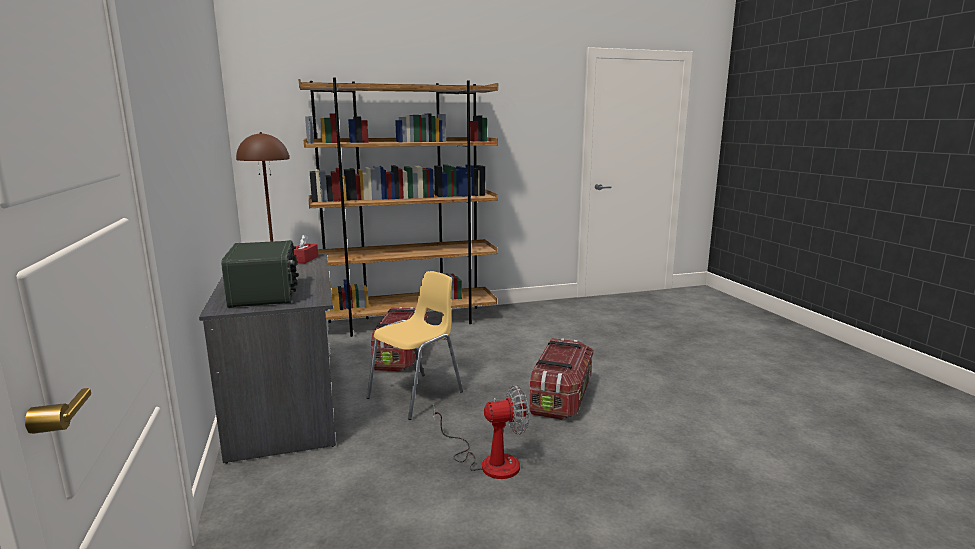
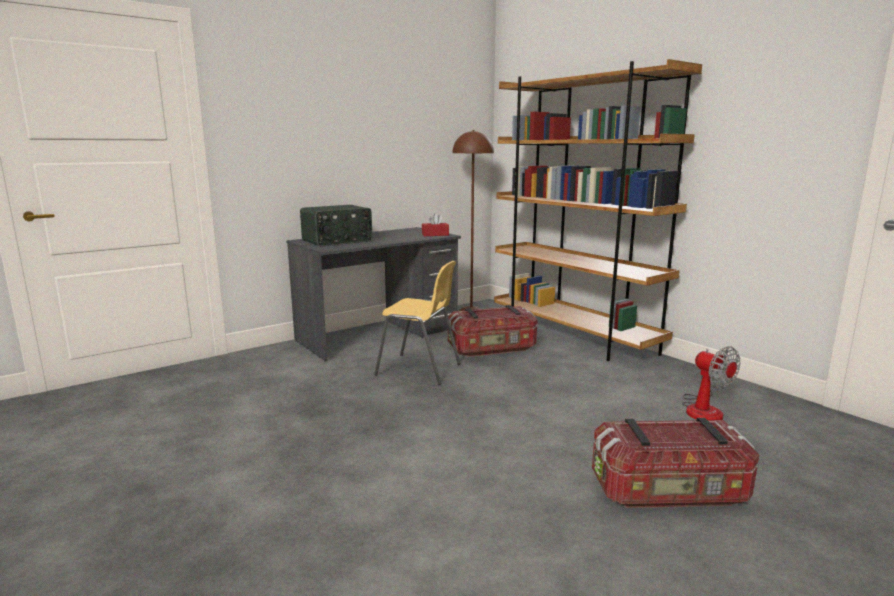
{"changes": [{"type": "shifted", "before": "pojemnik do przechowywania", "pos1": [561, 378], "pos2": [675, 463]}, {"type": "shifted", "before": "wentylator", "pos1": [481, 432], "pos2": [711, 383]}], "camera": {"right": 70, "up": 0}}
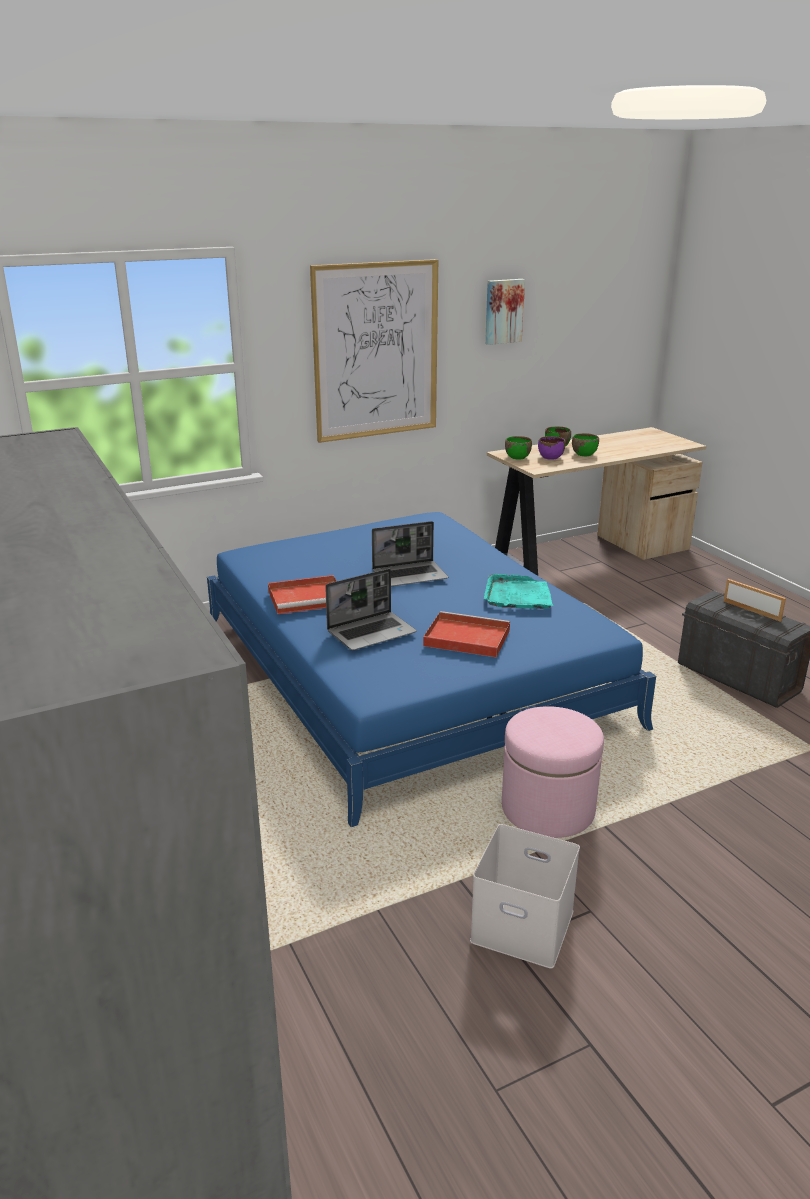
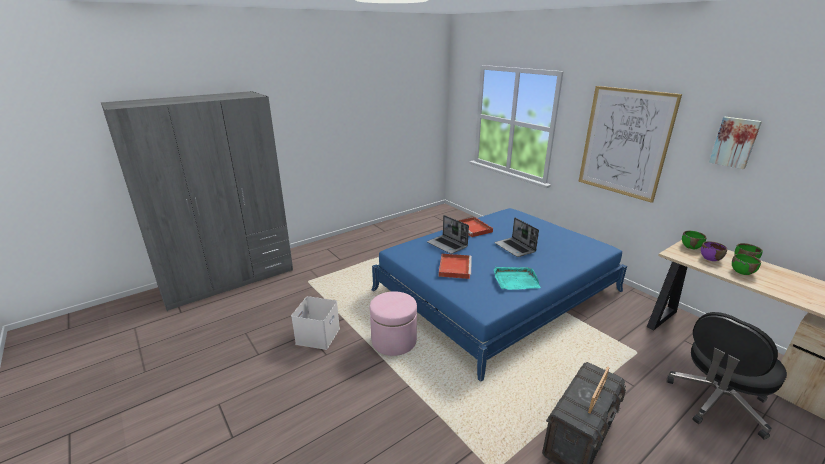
{"changes": [{"type": "new", "after": "krzesło biurowe [czarny]", "pos2": [726, 376]}], "camera": {"right": 80, "up": 0}}
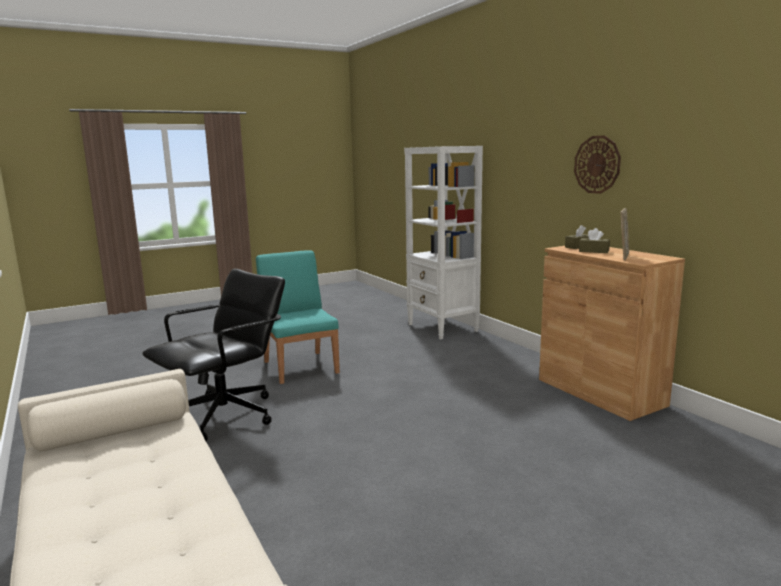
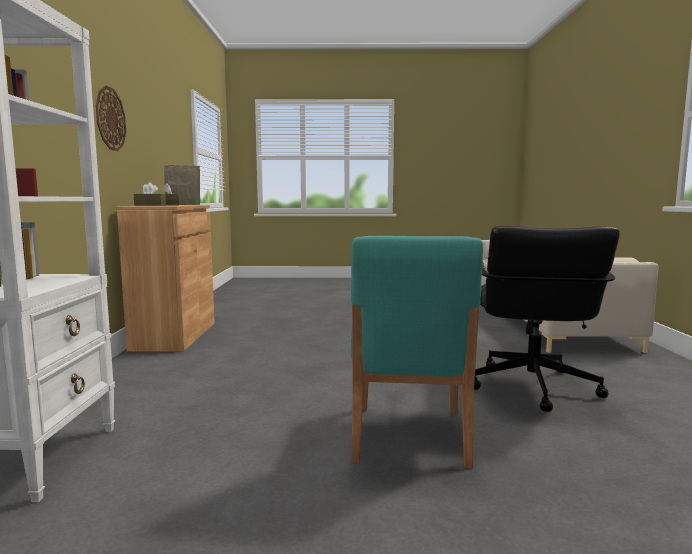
{"changes": [{"type": "rotated", "before": "krzesło biurowe [czarny]", "pos1": [213, 355], "pos2": [547, 318], "turn": -60}], "camera": {"right": -150, "up": -5}}
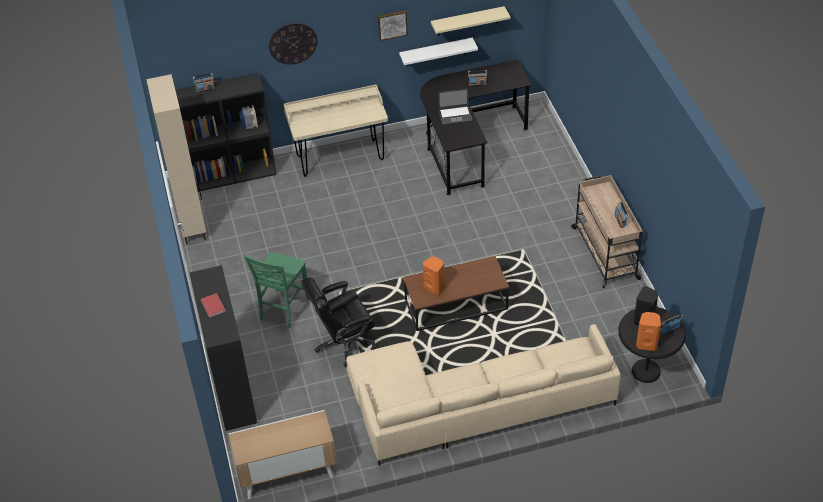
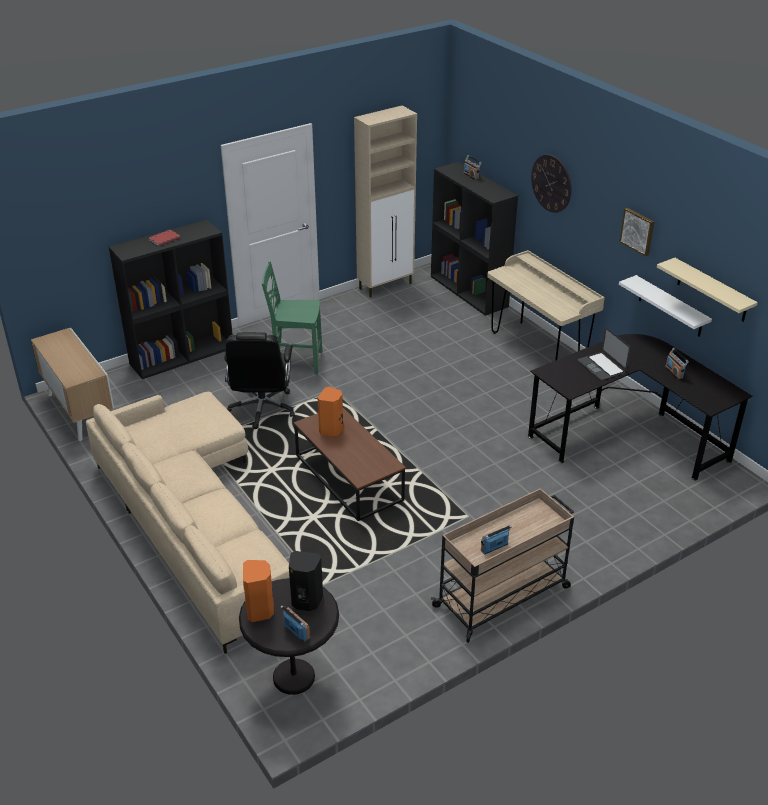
{"changes": [{"type": "rotated", "before": "krzesło biurowe [czarny]", "pos1": [339, 322], "pos2": [259, 380], "turn": -135}], "camera": {"right": 70, "up": -10}}
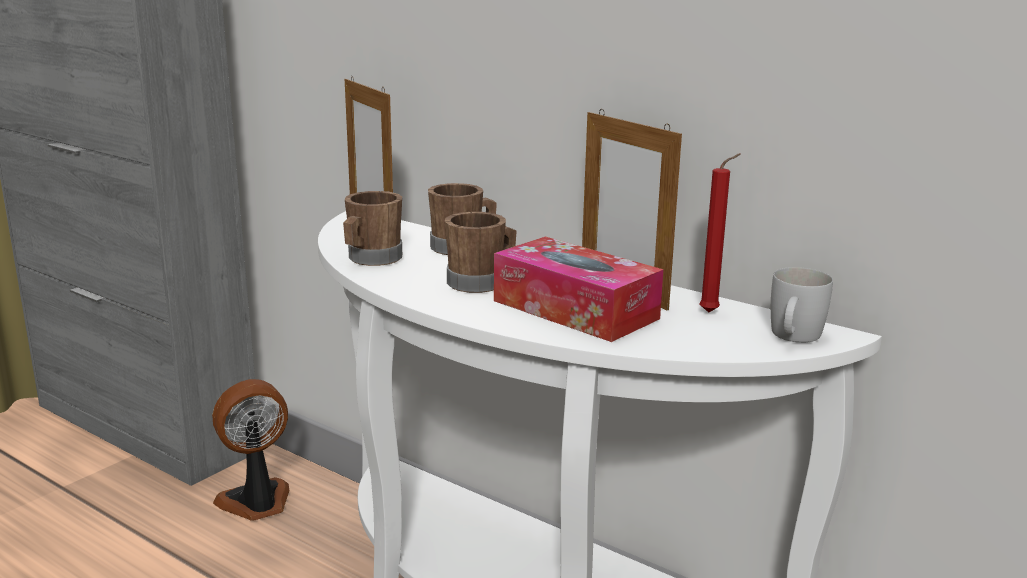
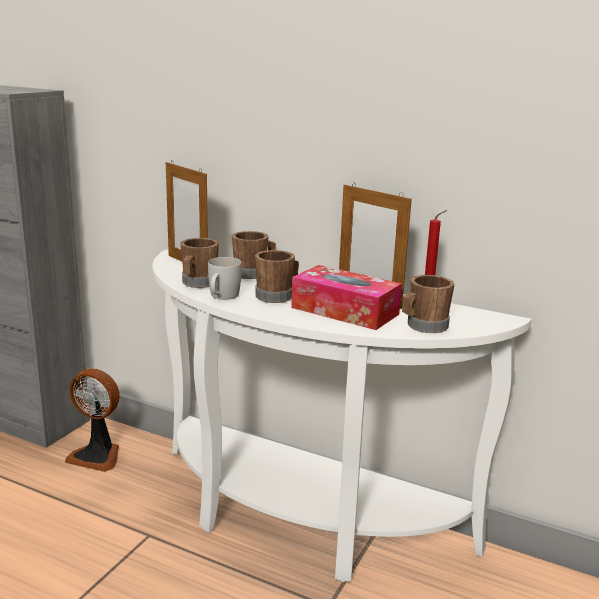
{"changes": [{"type": "rotated", "before": "wentylator", "pos1": [250, 450], "pos2": [92, 420], "turn": -120}, {"type": "shifted", "before": "kubek [biały]", "pos1": [802, 305], "pos2": [225, 278]}, {"type": "new", "after": "kubek [brązowy]", "pos2": [428, 304]}], "camera": {"right": -10, "up": 0}}
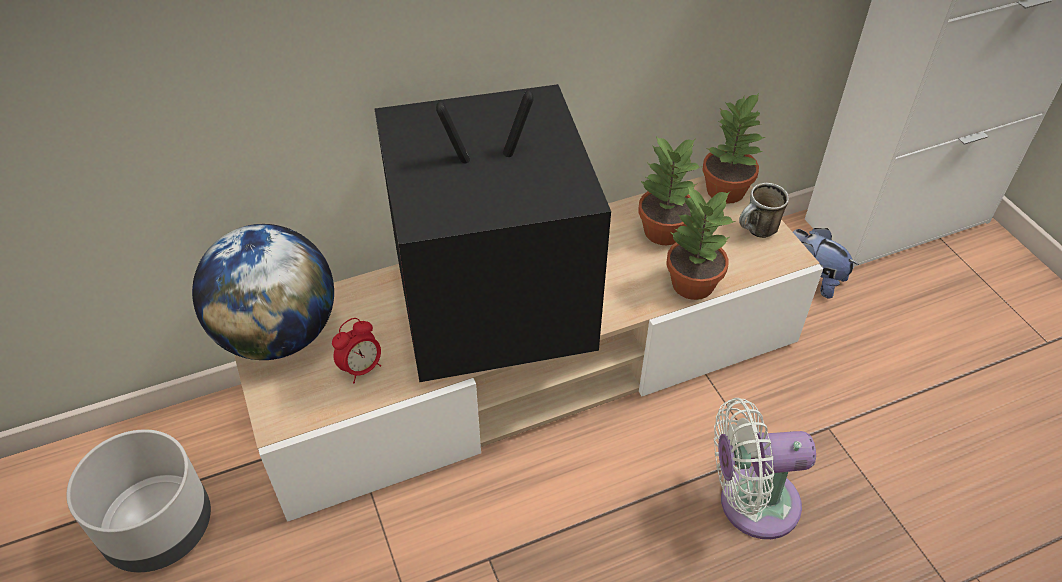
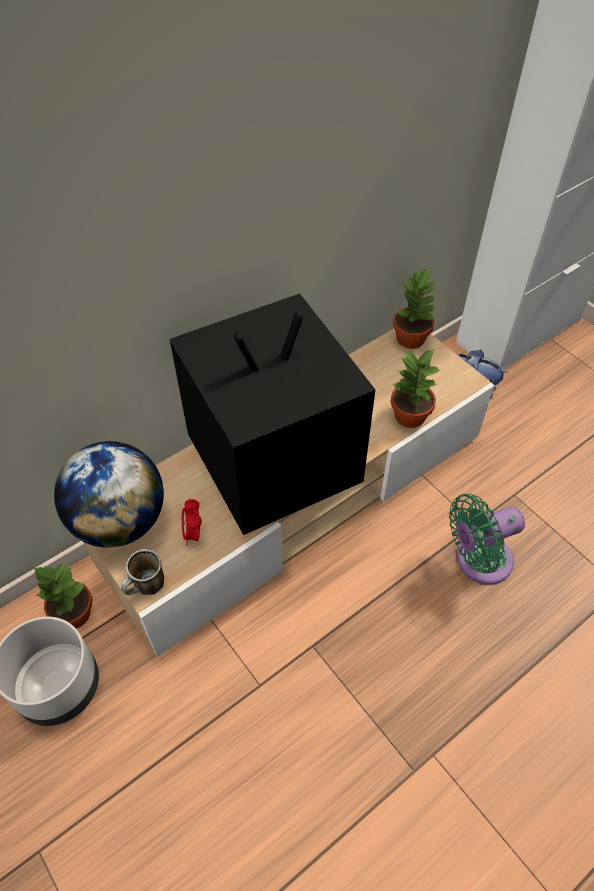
{"changes": [{"type": "shifted", "before": "roślina doniczkowa", "pos1": [669, 190], "pos2": [62, 595]}, {"type": "shifted", "before": "kubek", "pos1": [764, 210], "pos2": [142, 572]}, {"type": "rotated", "before": "budzik", "pos1": [356, 350], "pos2": [192, 522], "turn": 135}, {"type": "repainted", "before": "wentylator [biały]", "after": "wentylator [zielony]", "pos1": [765, 468], "pos2": [487, 539]}], "camera": {"right": -15, "up": 5}}
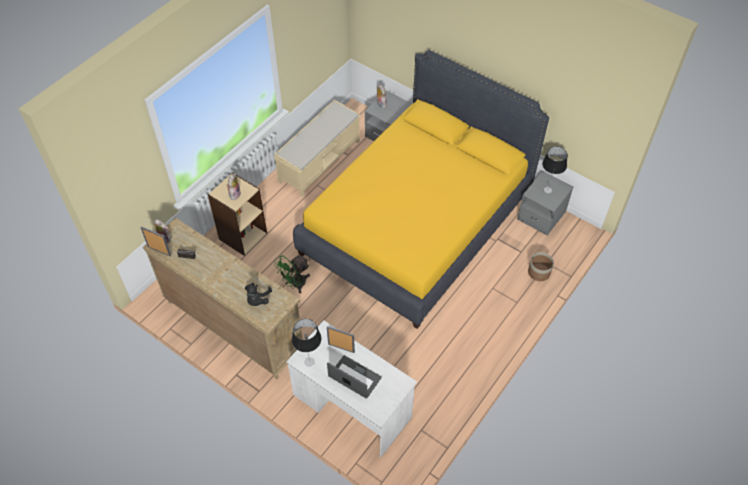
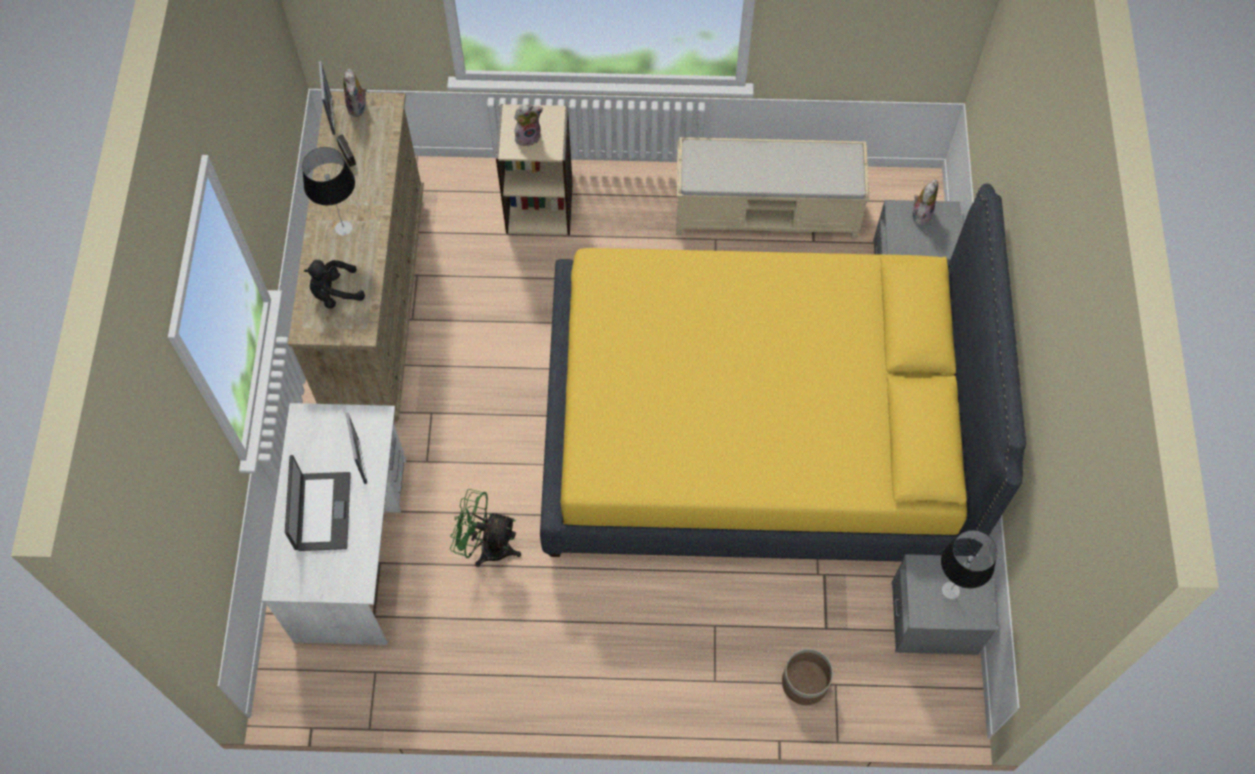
{"changes": [{"type": "shifted", "before": "lampa stołowa", "pos1": [306, 342], "pos2": [328, 191]}, {"type": "shifted", "before": "wentylator [zielony]", "pos1": [292, 274], "pos2": [485, 528]}], "camera": {"right": 55, "up": 10}}
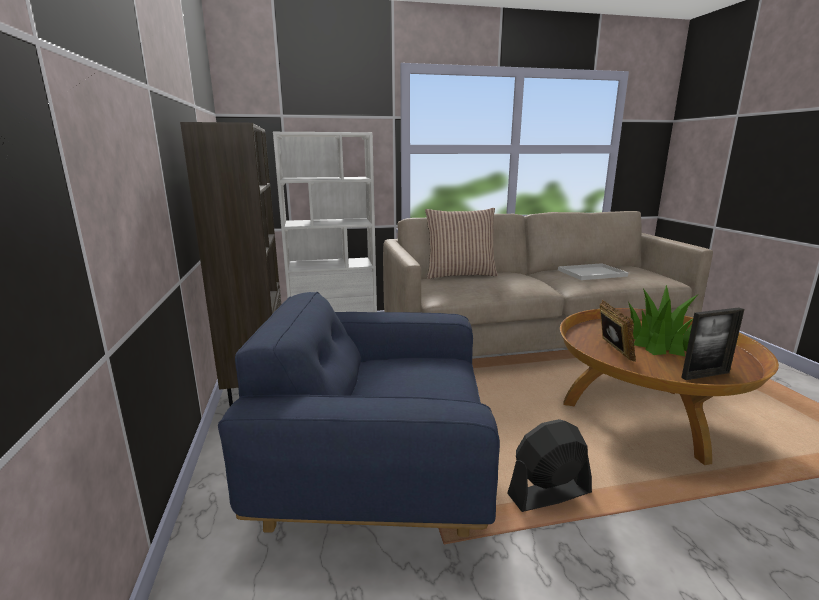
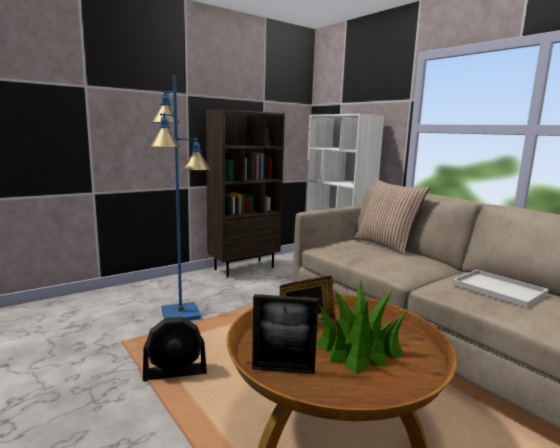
{"changes": [{"type": "rotated", "before": "wentylator [czarny]", "pos1": [549, 465], "pos2": [175, 349], "turn": 120}, {"type": "swapped", "before": "fotel [niebieski]", "after": "lampa stojąca [niebieski]", "pos1": [359, 414], "pos2": [180, 198]}, {"type": "rotated", "before": "ramka na zdjęcie", "pos1": [712, 343], "pos2": [285, 334], "turn": -45}], "camera": {"right": 65, "up": -5}}
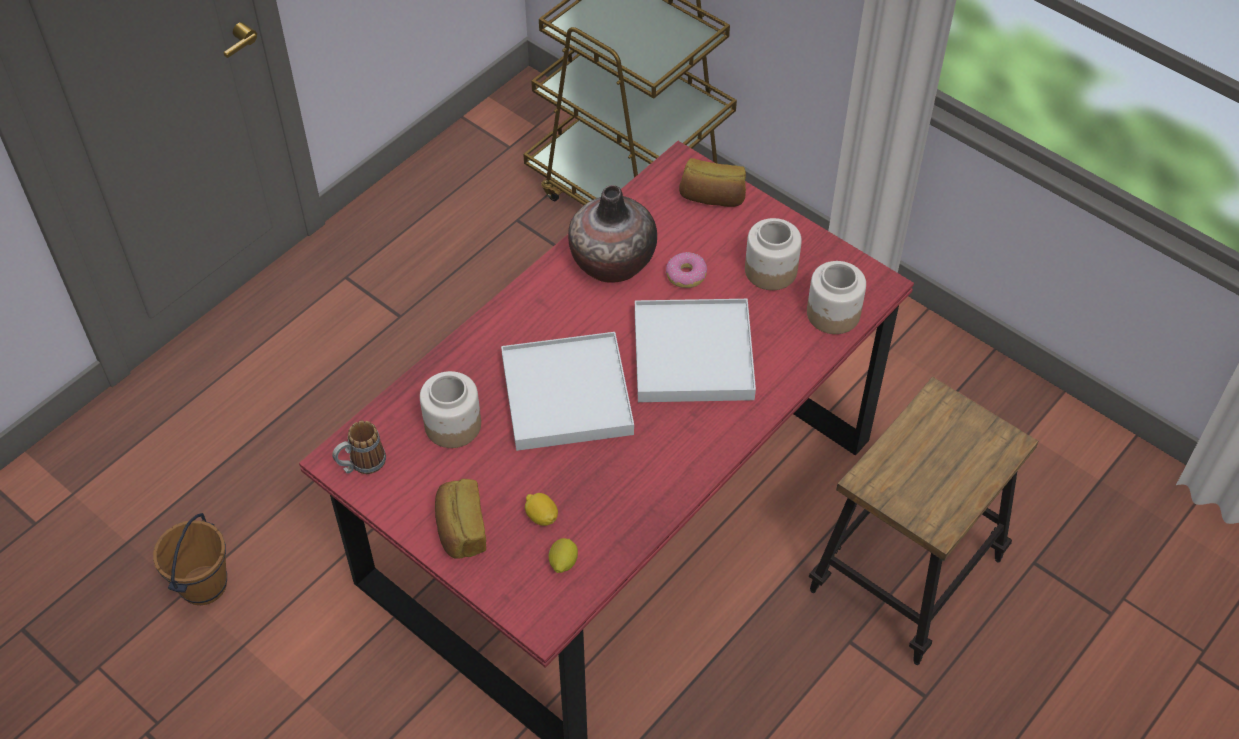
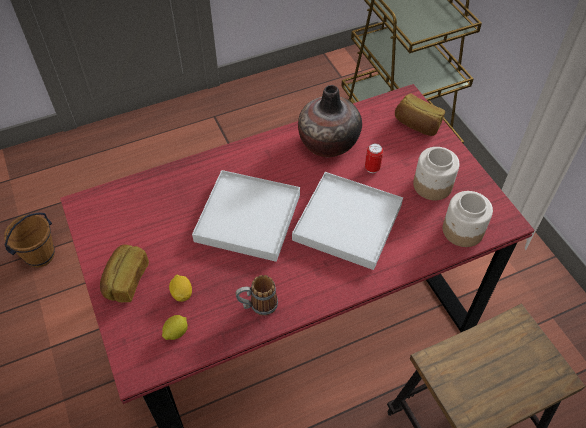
{"changes": [{"type": "shifted", "before": "kubek", "pos1": [359, 447], "pos2": [257, 295]}, {"type": "swapped", "before": "donut", "after": "puszka", "pos1": [686, 270], "pos2": [374, 158]}, {"type": "gone", "before": "słoik", "pos1": [450, 409]}], "camera": {"right": 25, "up": 0}}
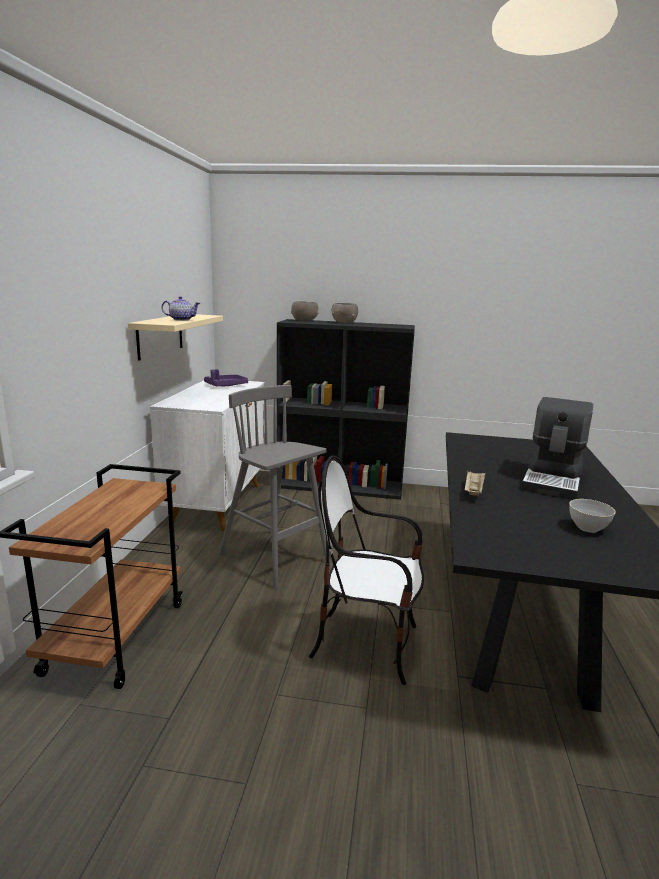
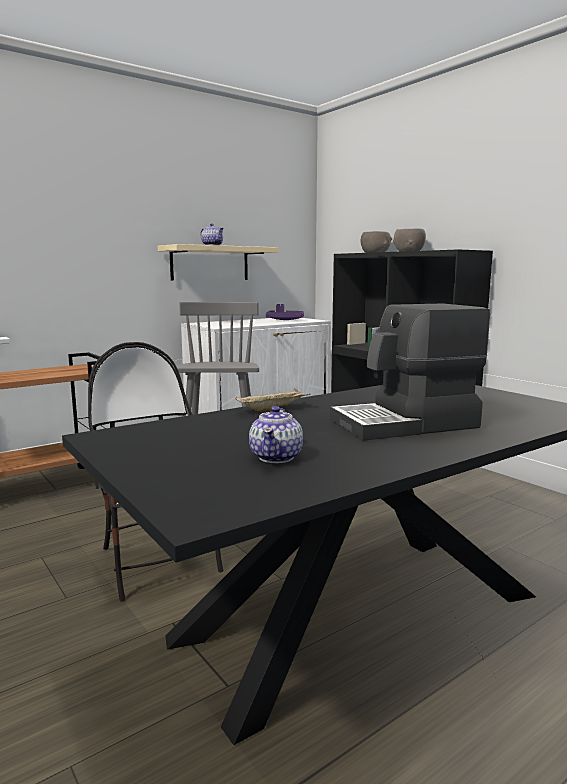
{"changes": [{"type": "swapped", "before": "miska [szary]", "after": "imbryk", "pos1": [592, 516], "pos2": [276, 434]}], "camera": {"right": 45, "up": -5}}
